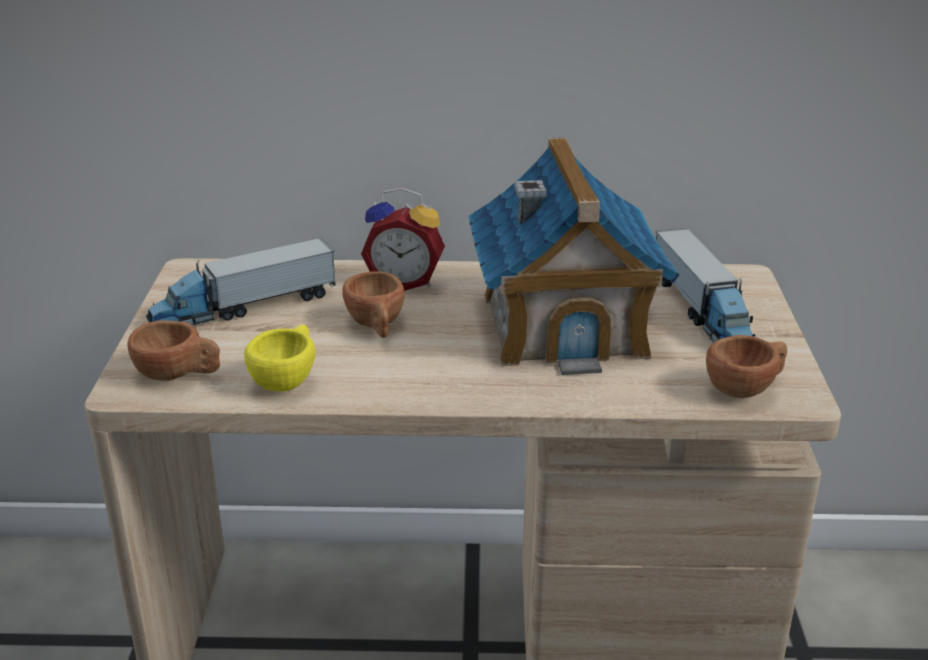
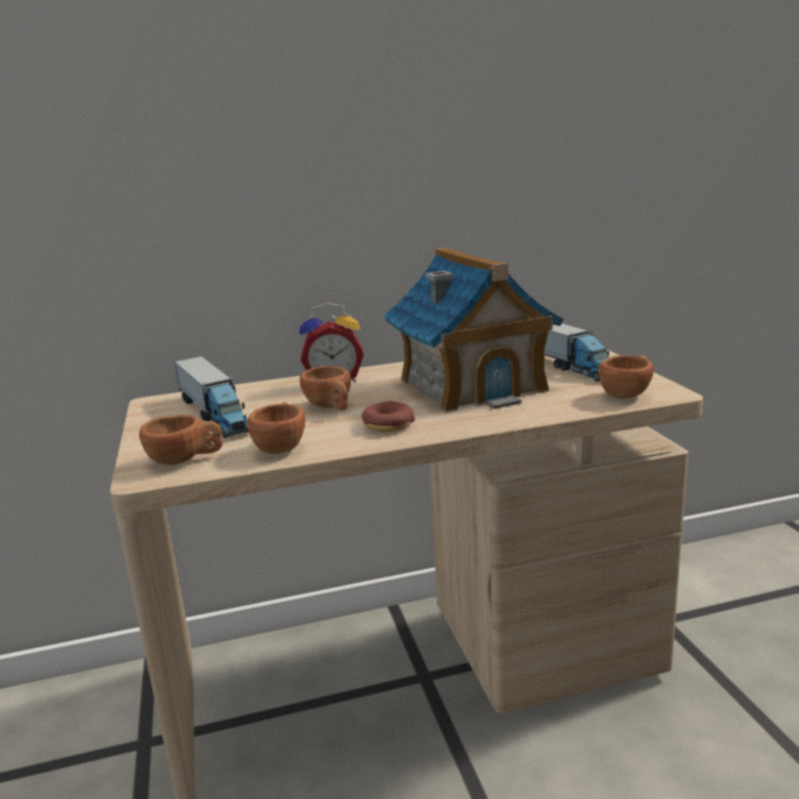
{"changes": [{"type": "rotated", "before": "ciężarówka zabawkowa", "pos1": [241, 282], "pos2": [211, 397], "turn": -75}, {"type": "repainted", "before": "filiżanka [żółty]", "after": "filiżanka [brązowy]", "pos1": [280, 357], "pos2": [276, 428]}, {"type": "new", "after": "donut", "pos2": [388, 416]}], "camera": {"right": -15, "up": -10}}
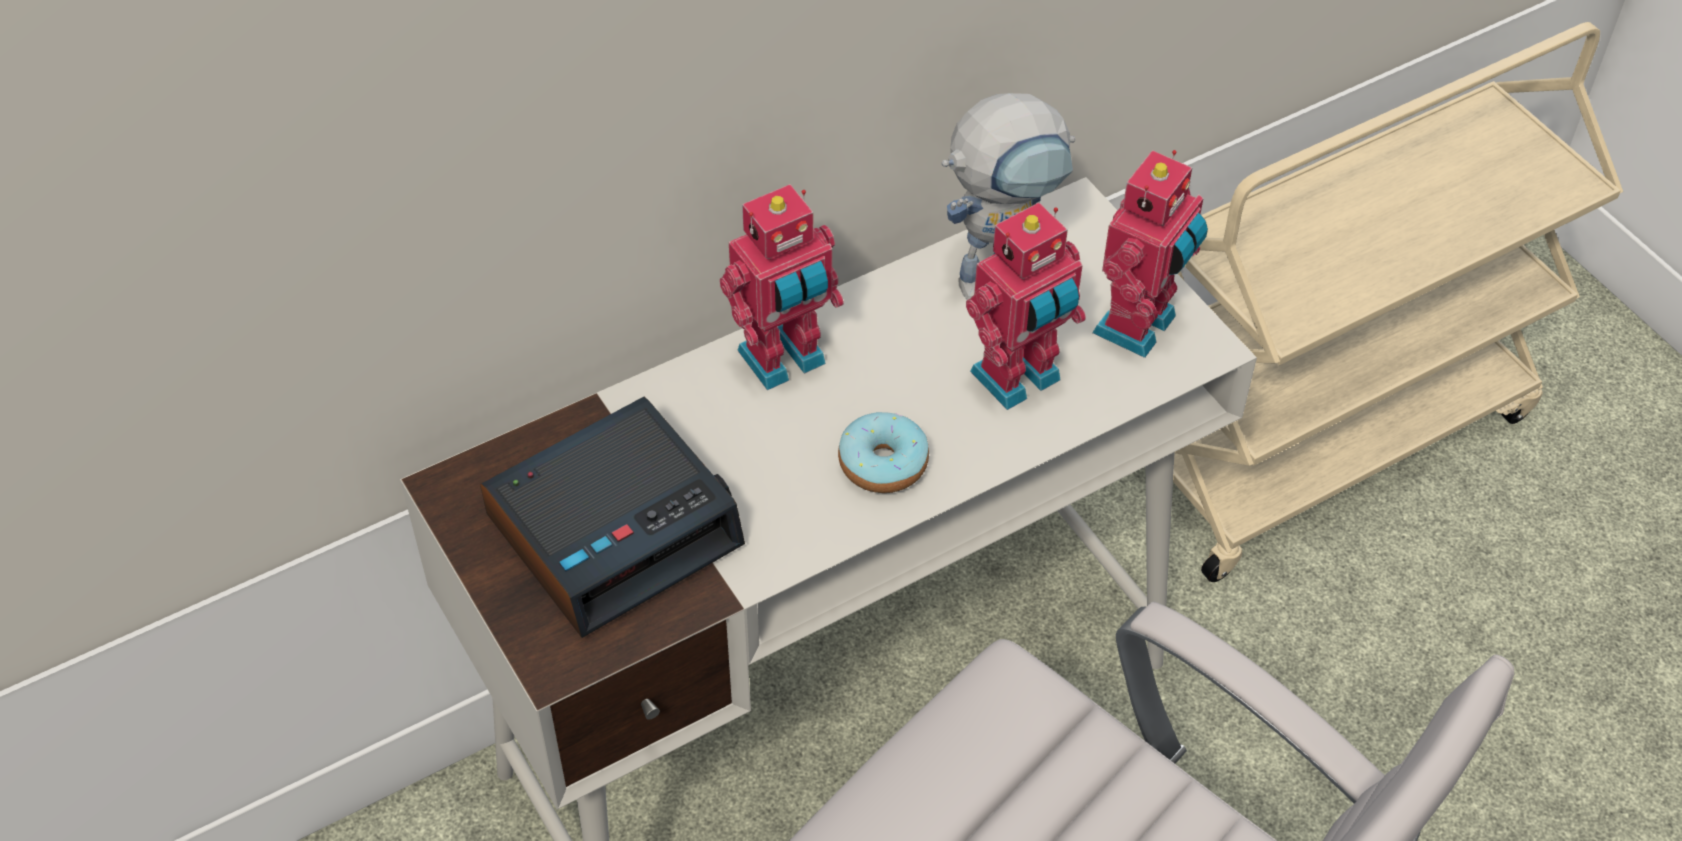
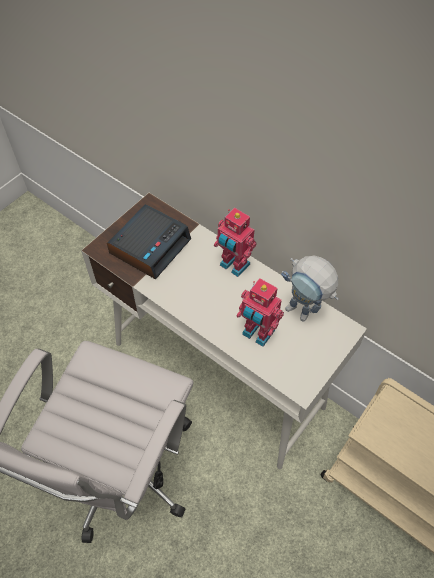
{"changes": [{"type": "rotated", "before": "budzik", "pos1": [612, 517], "pos2": [149, 242], "turn": -90}, {"type": "gone", "before": "donut", "pos1": [883, 452]}, {"type": "gone", "before": "robot zabawkowy", "pos1": [1150, 254]}], "camera": {"right": 70, "up": 5}}
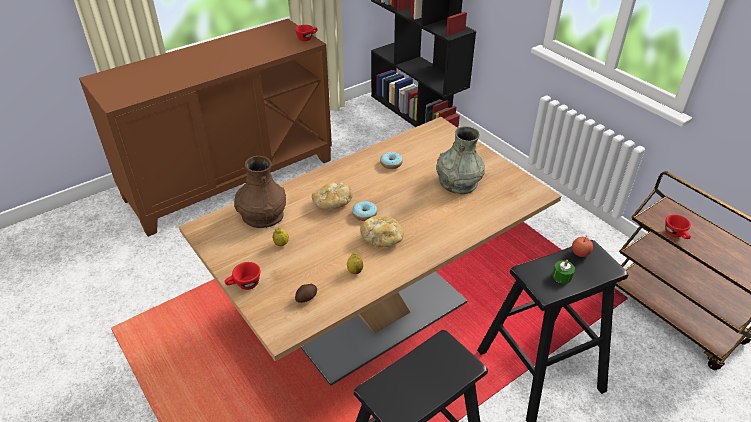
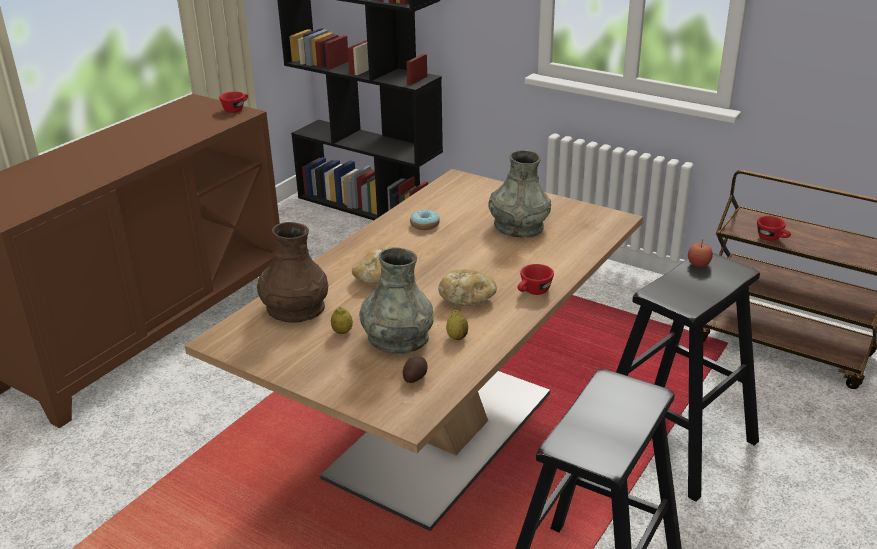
{"changes": [{"type": "new", "after": "wazon [szary]", "pos2": [396, 300]}, {"type": "shifted", "before": "filiżanka [czerwony]", "pos1": [242, 276], "pos2": [536, 279]}, {"type": "gone", "before": "donut", "pos1": [364, 211]}, {"type": "gone", "before": "świeca [zielony]", "pos1": [563, 272]}], "camera": {"right": -20, "up": -10}}
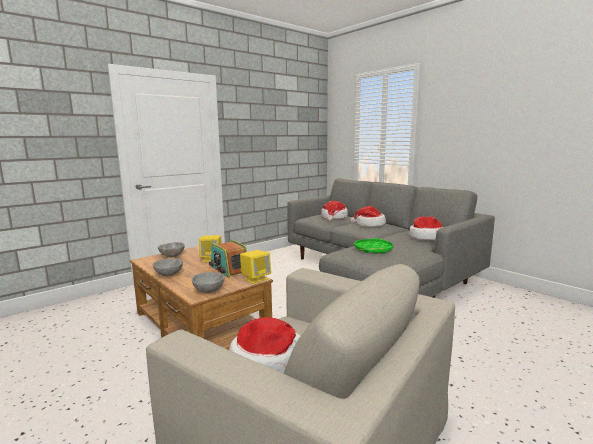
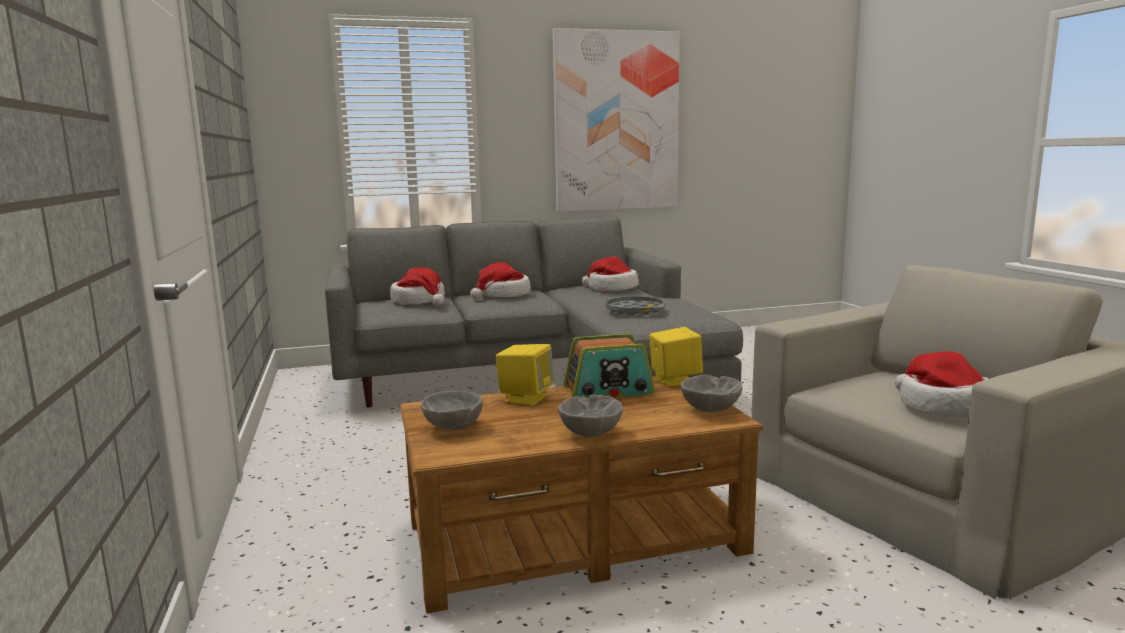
{"changes": [{"type": "new", "after": "obraz", "pos2": [616, 120]}, {"type": "repainted", "before": "taca [zielony]", "after": "taca [szary]", "pos1": [374, 246], "pos2": [635, 306]}], "camera": {"right": -65, "up": 0}}
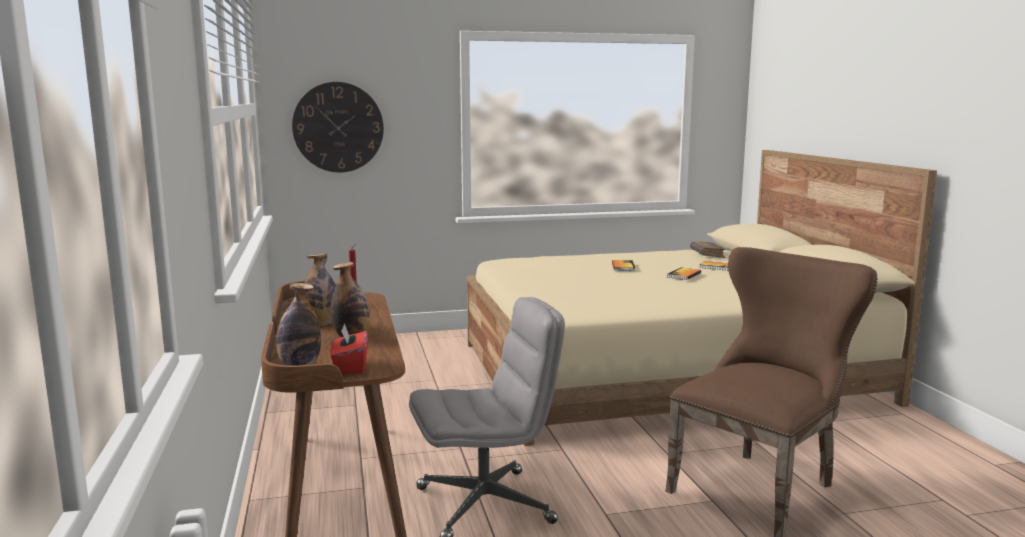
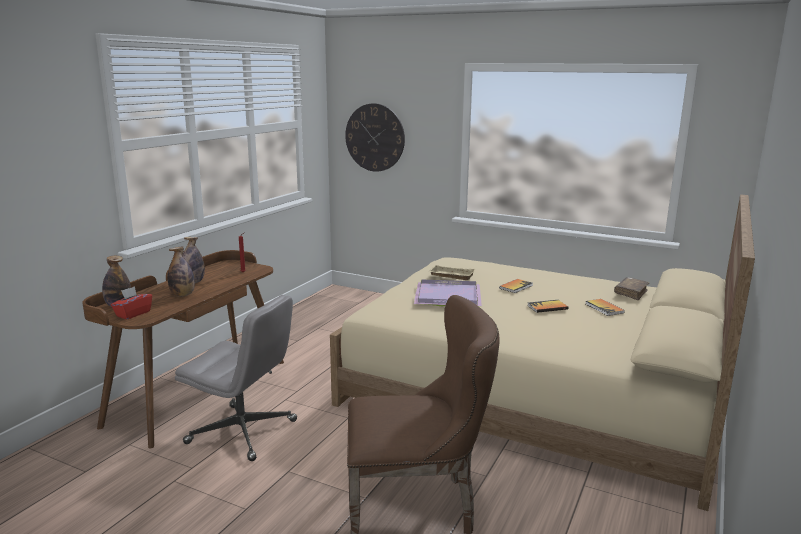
{"changes": [{"type": "new", "after": "taca [fioletowy]", "pos2": [448, 293]}, {"type": "new", "after": "taca [beżowy]", "pos2": [451, 272]}], "camera": {"right": 40, "up": 5}}
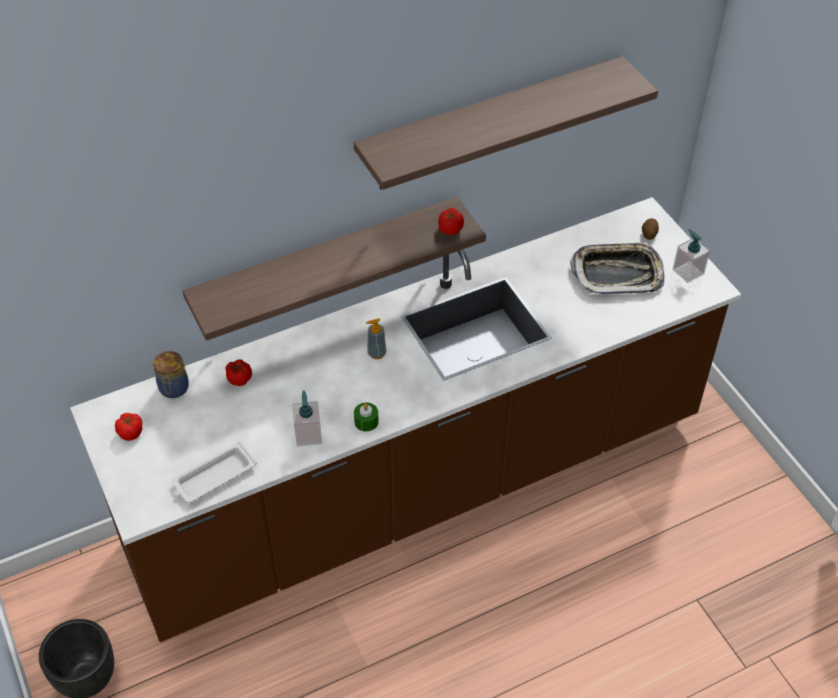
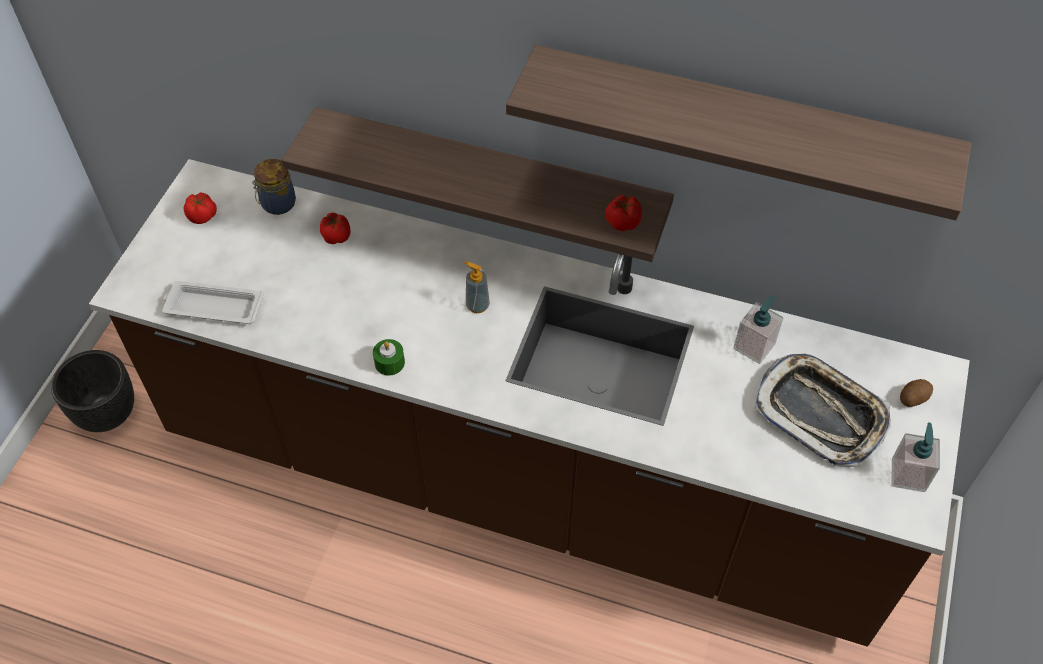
{"changes": [{"type": "shifted", "before": "dozownik mydła", "pos1": [307, 418], "pos2": [758, 329]}], "camera": {"right": 45, "up": 5}}
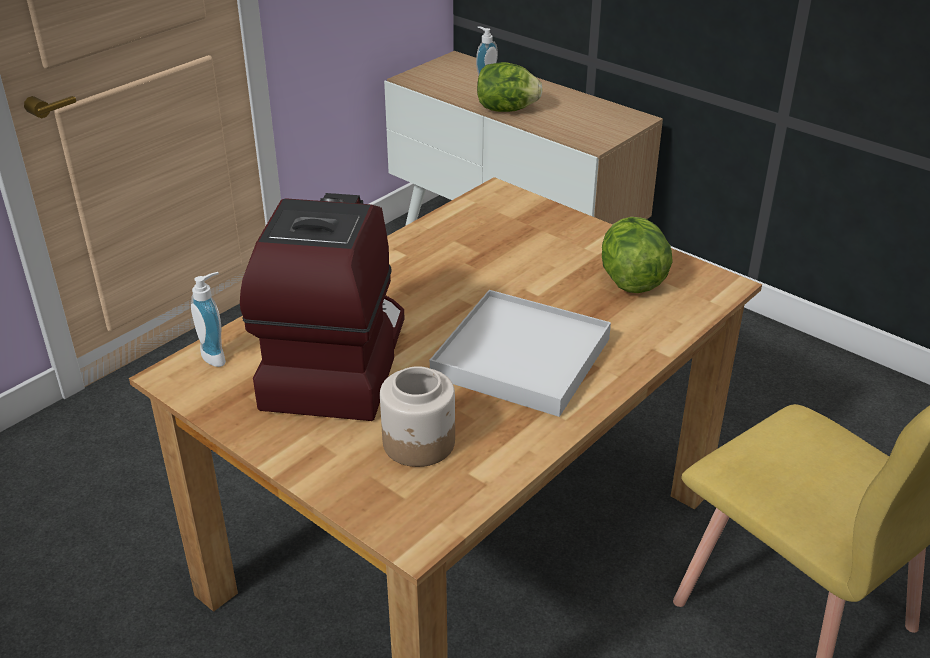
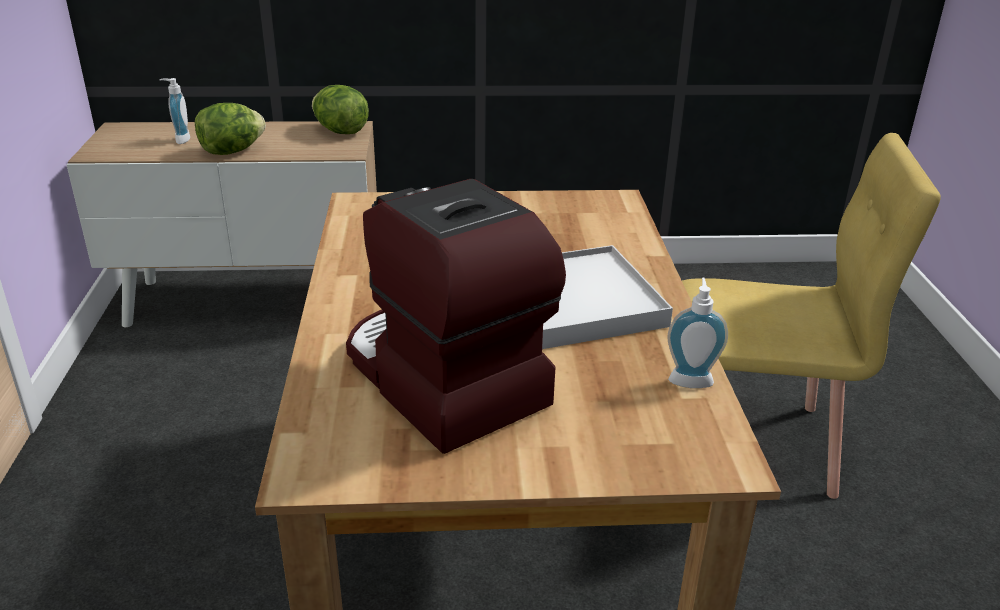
{"changes": [{"type": "shifted", "before": "sałata", "pos1": [637, 255], "pos2": [340, 109]}, {"type": "shifted", "before": "dozownik mydła", "pos1": [208, 319], "pos2": [697, 333]}, {"type": "gone", "before": "słoik", "pos1": [417, 416]}], "camera": {"right": -45, "up": -5}}
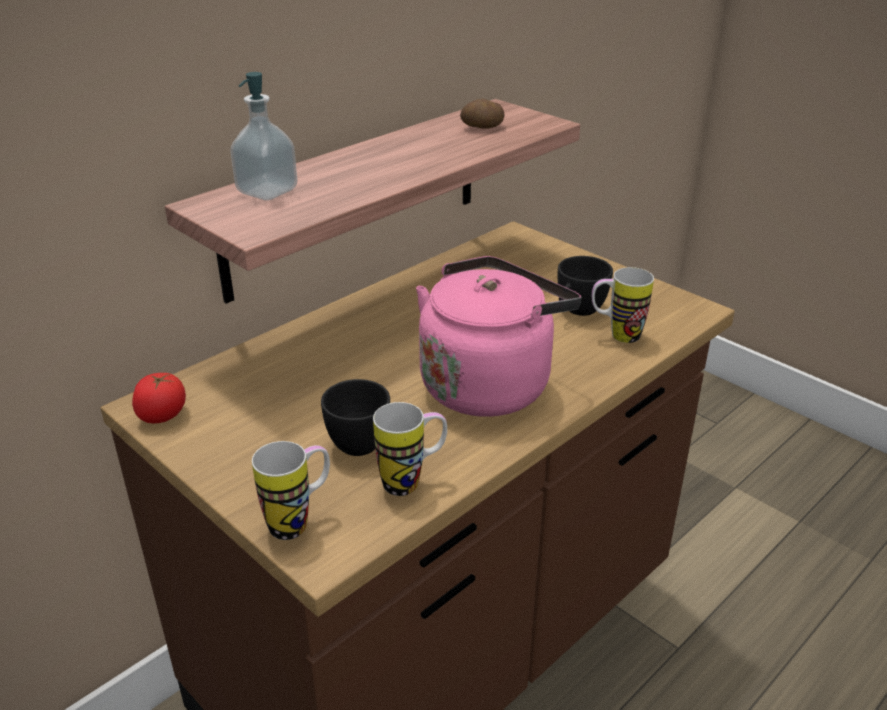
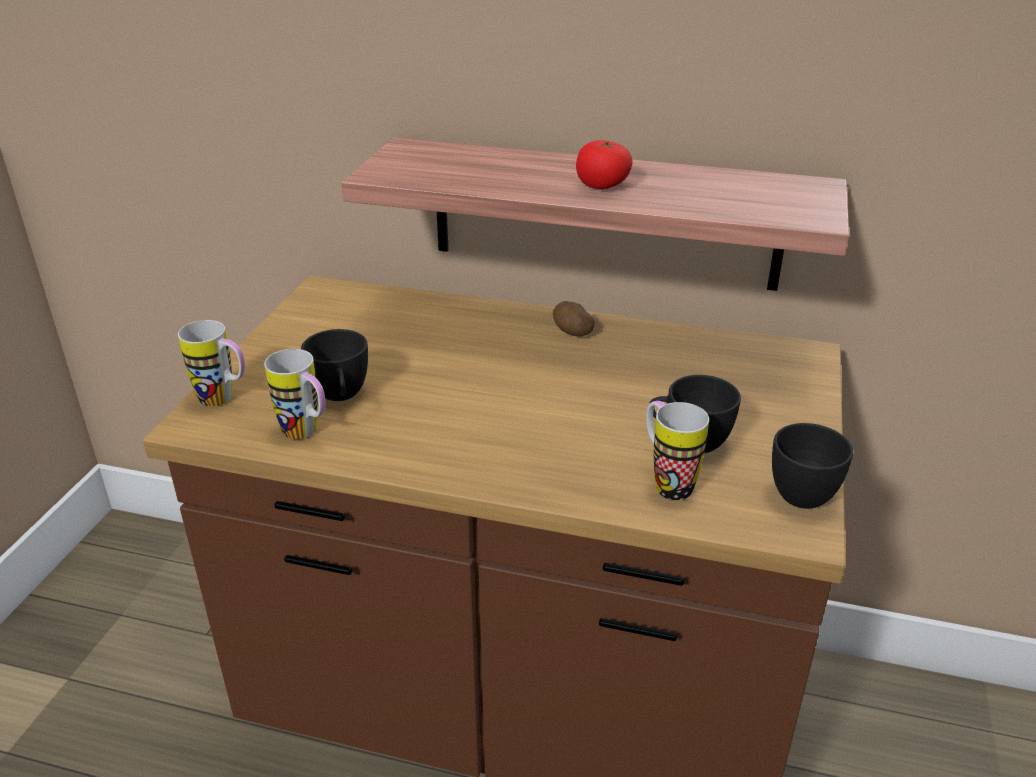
{"changes": [{"type": "shifted", "before": "ziemniak", "pos1": [482, 114], "pos2": [574, 319]}, {"type": "shifted", "before": "pomidor", "pos1": [159, 398], "pos2": [604, 164]}, {"type": "new", "after": "filiżanka [czarny]", "pos2": [812, 466]}, {"type": "gone", "before": "dozownik mydła", "pos1": [263, 136]}, {"type": "gone", "before": "czajnik [różowy]", "pos1": [498, 336]}], "camera": {"right": 60, "up": 0}}
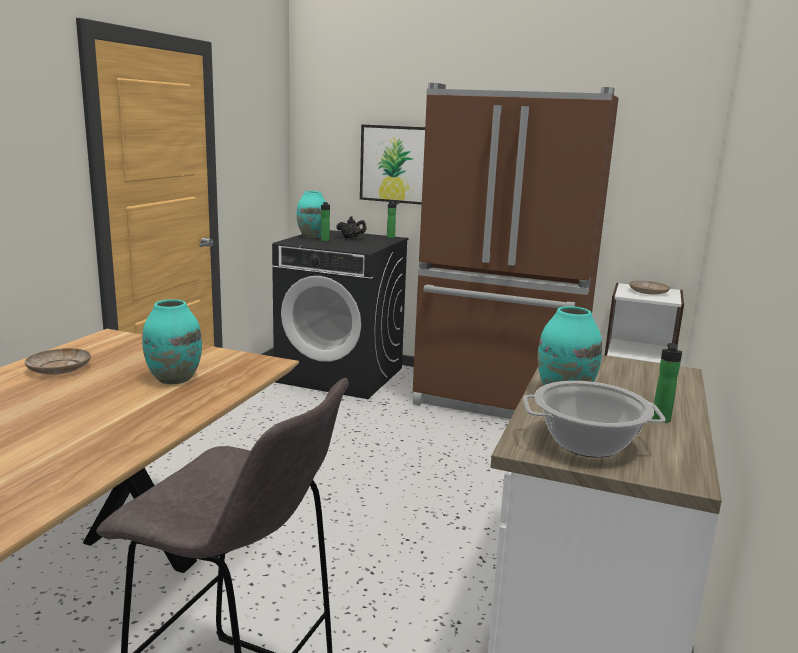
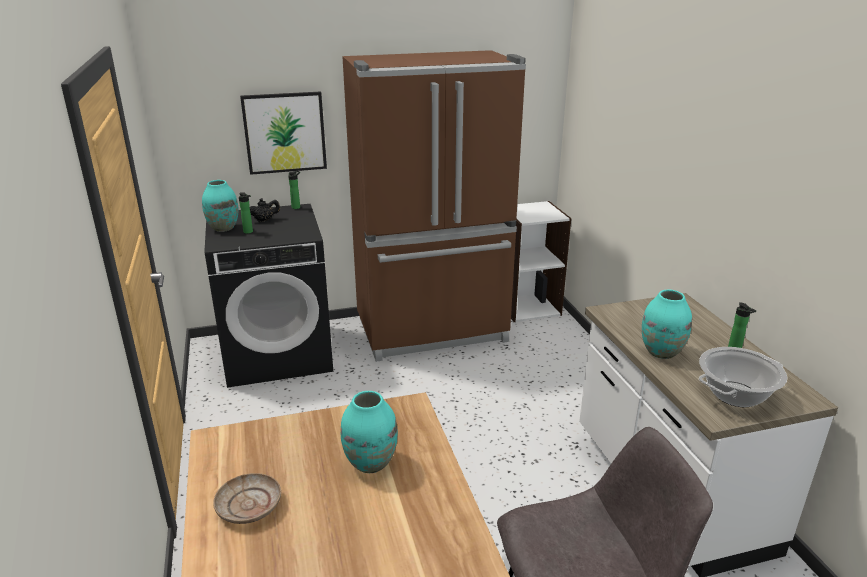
{"changes": [{"type": "gone", "before": "talerz [beżowy]", "pos1": [649, 288]}], "camera": {"right": -35, "up": 10}}
